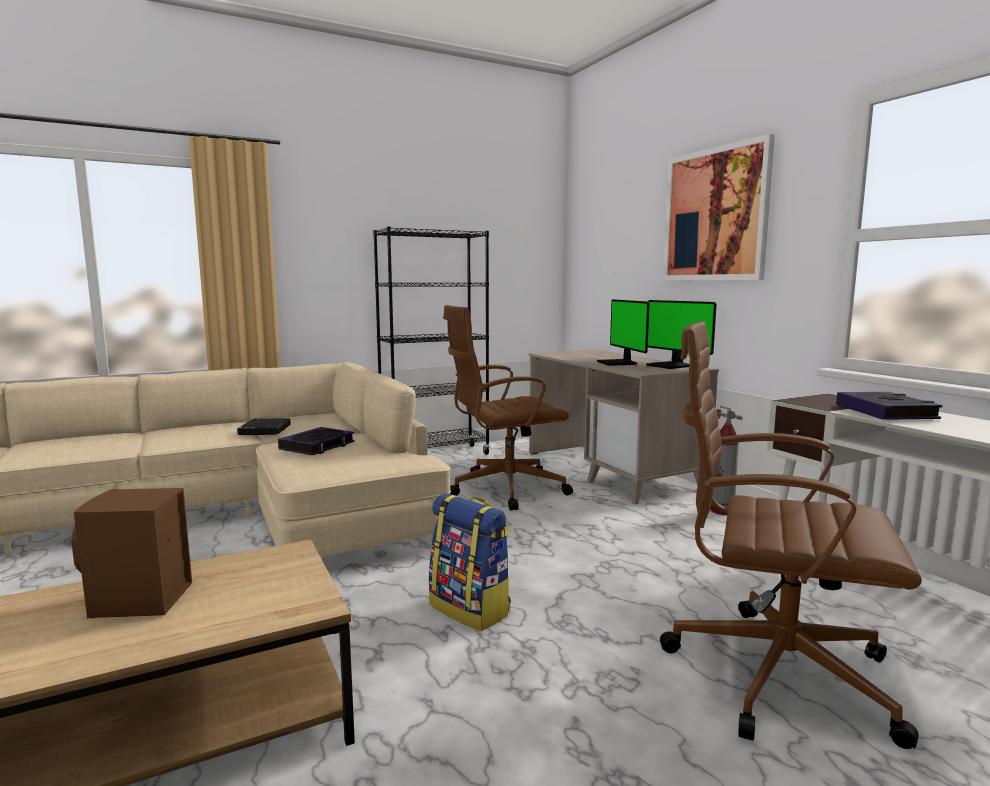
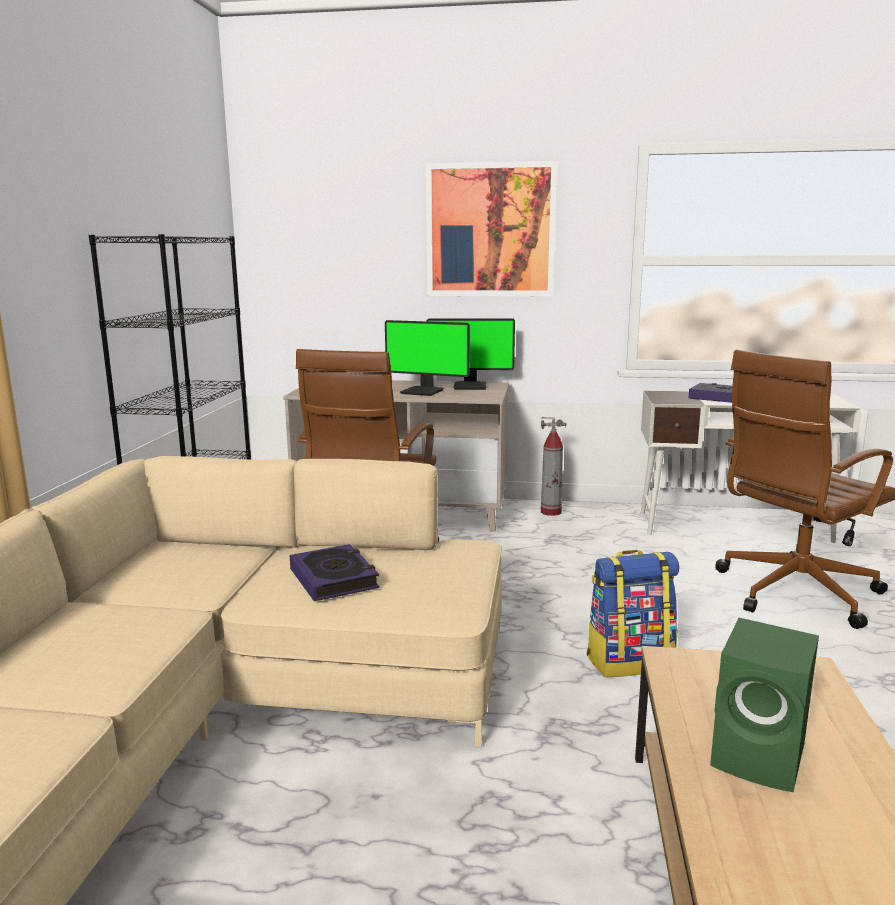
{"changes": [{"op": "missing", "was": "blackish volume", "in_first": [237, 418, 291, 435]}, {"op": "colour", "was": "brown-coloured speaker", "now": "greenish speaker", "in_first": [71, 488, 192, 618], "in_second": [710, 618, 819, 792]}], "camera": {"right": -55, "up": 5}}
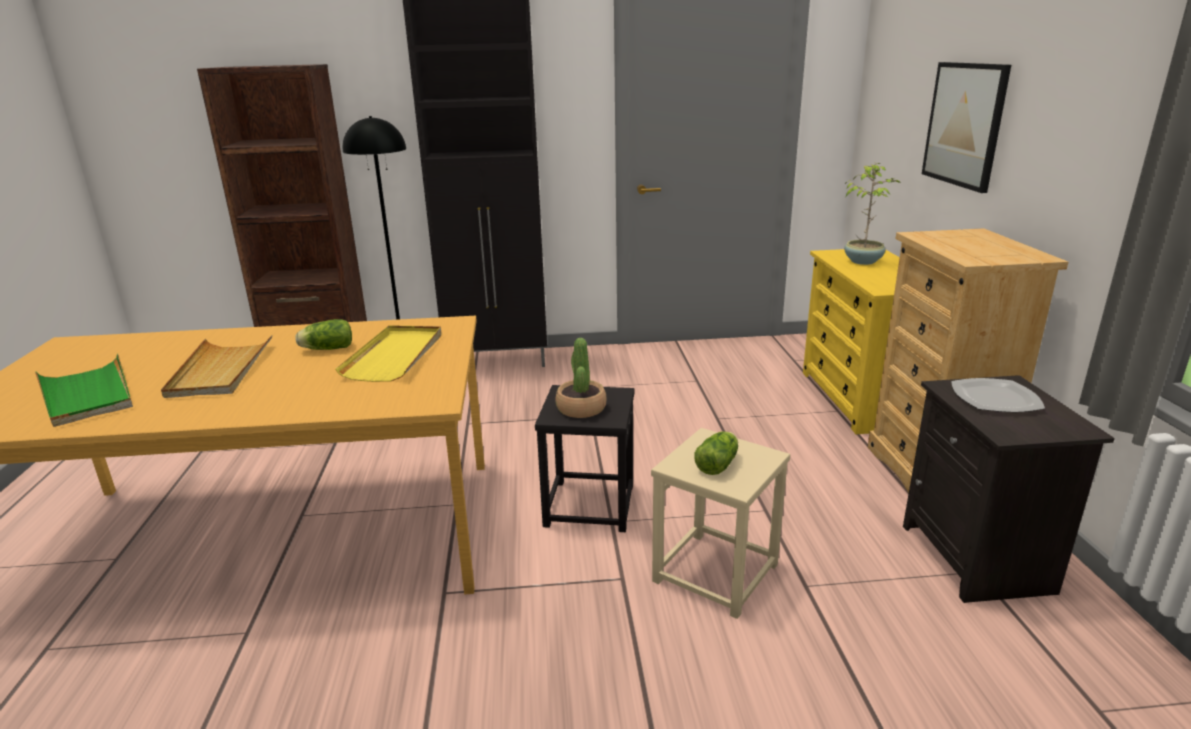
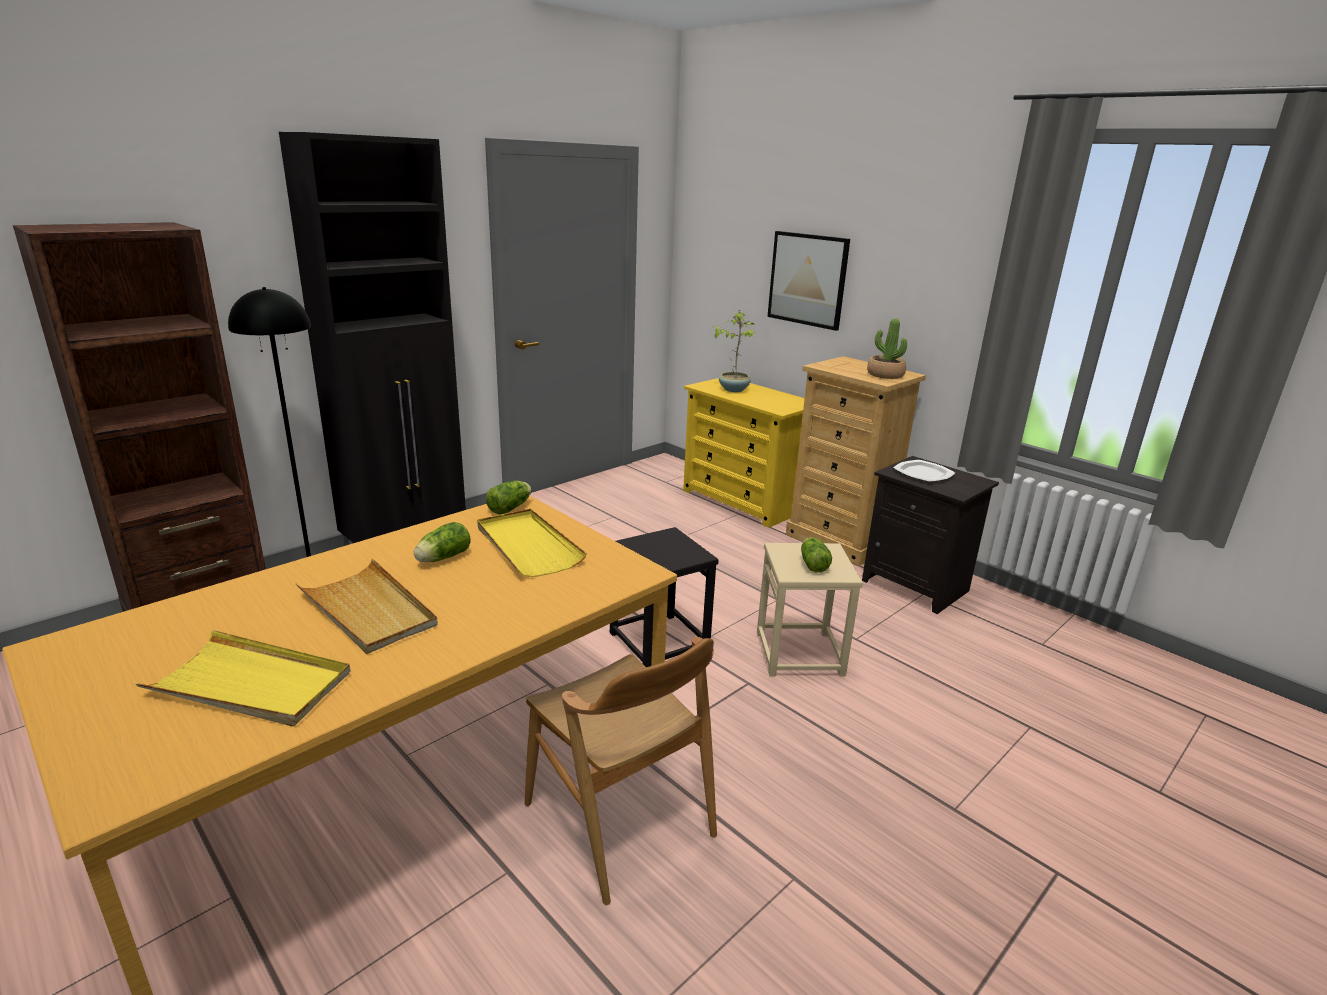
{"changes": [{"op": "appeared", "now": "lettuce", "in_second": [485, 481, 532, 514]}, {"op": "appeared", "now": "brown-coloured chair", "in_second": [525, 637, 717, 905]}, {"op": "relocated", "was": "potted plant", "in_first": [555, 338, 606, 418], "in_second": [867, 318, 907, 379]}, {"op": "colour", "was": "greenish tray", "now": "yellowish tray", "in_first": [35, 354, 133, 427], "in_second": [135, 630, 350, 726]}], "camera": {"right": -40, "up": 0}}
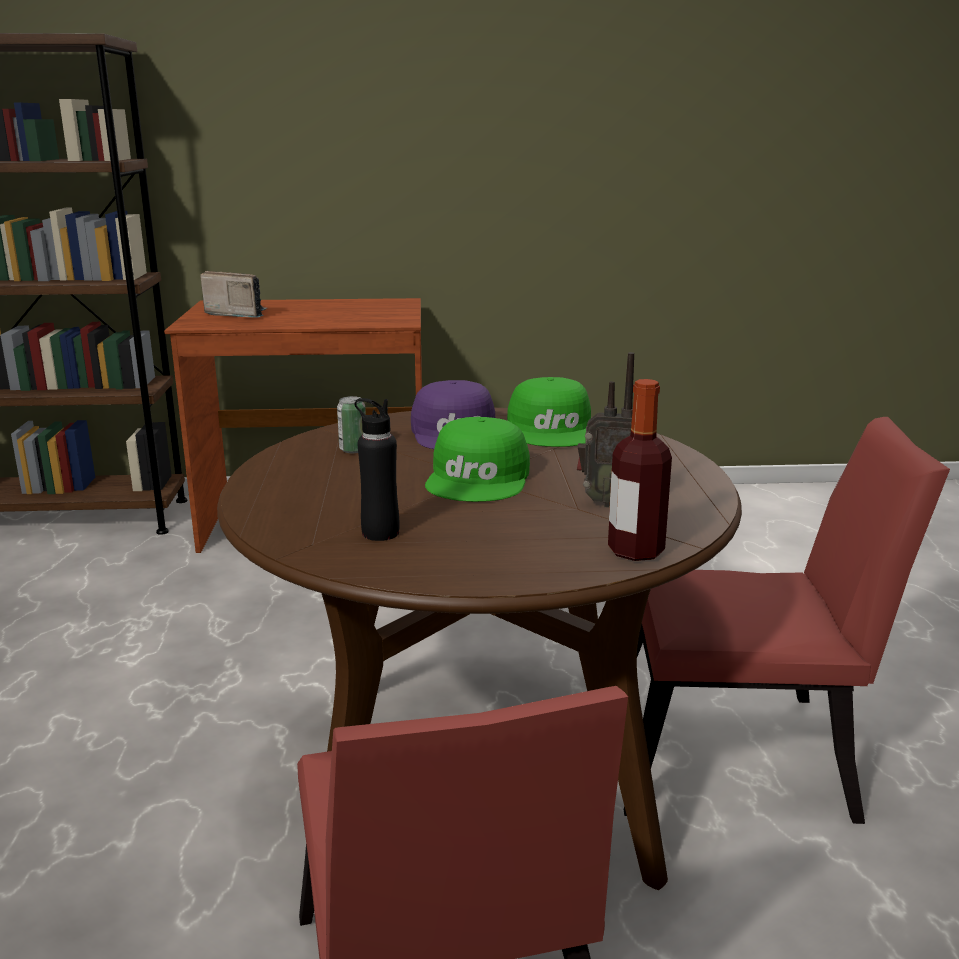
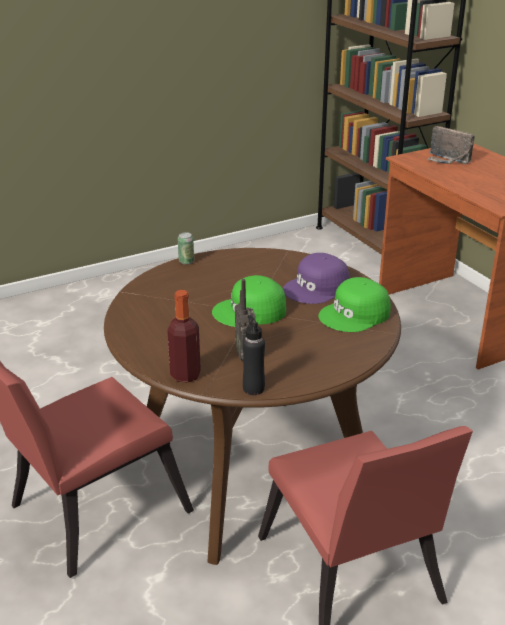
{"changes": [{"op": "relocated", "was": "sealed can", "in_first": [337, 396, 366, 453], "in_second": [178, 232, 194, 265]}, {"op": "relocated", "was": "blackish drink bottle", "in_first": [354, 398, 399, 541], "in_second": [243, 315, 265, 395]}, {"op": "spun", "was": "radio", "in_first": [200, 271, 267, 318], "in_second": [428, 126, 475, 164], "clockwise": 135}], "camera": {"right": 65, "up": 10}}
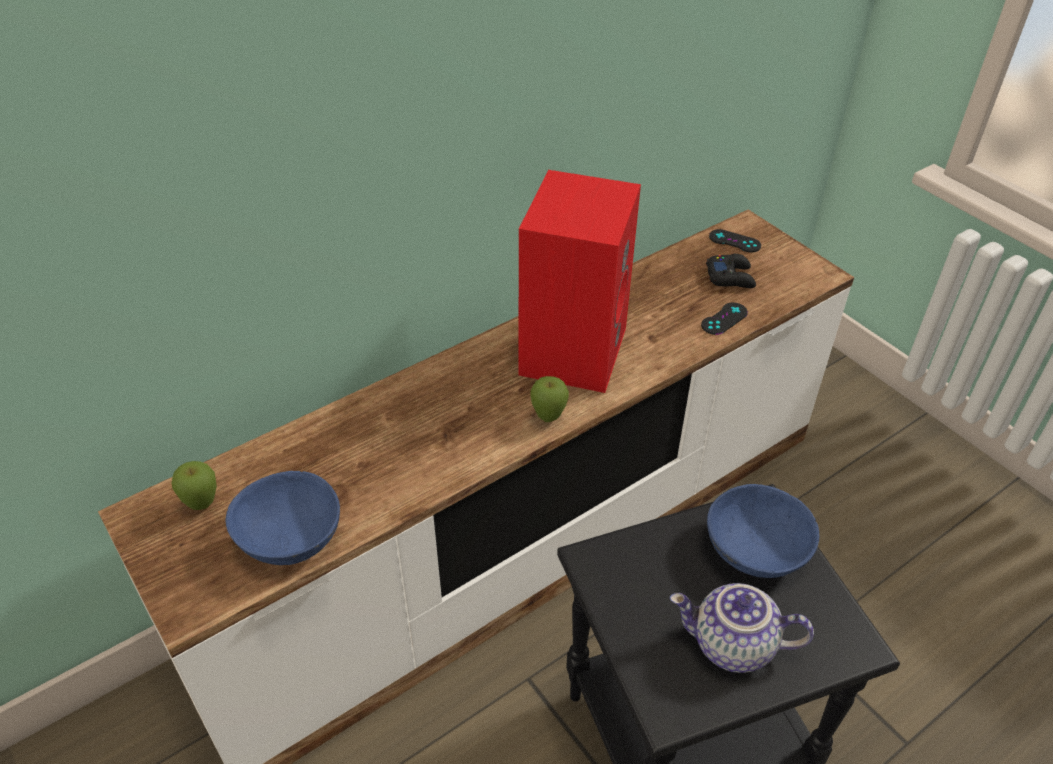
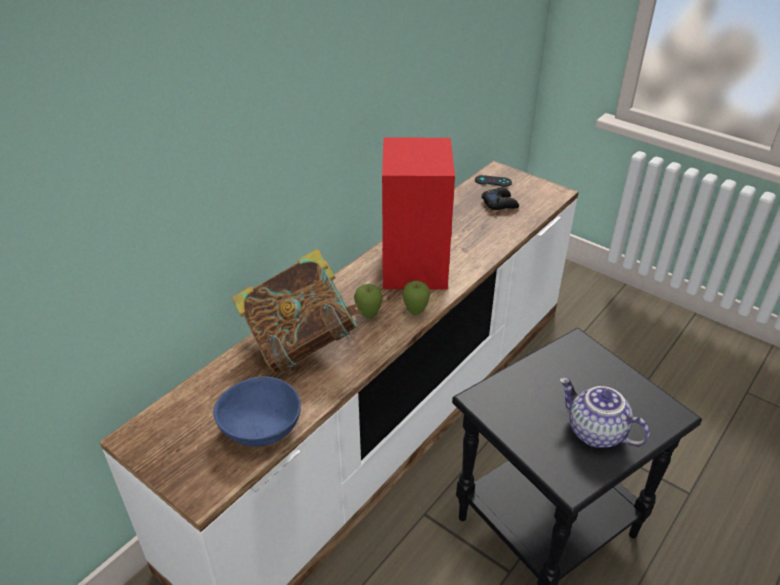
{"changes": [{"op": "missing", "was": "blackish joypad", "in_first": [701, 302, 748, 335]}, {"op": "missing", "was": "bluish deep dish", "in_first": [707, 484, 819, 578]}, {"op": "appeared", "now": "volume", "in_second": [232, 249, 362, 373]}, {"op": "relocated", "was": "apple fruit", "in_first": [172, 461, 217, 510], "in_second": [354, 284, 383, 318]}, {"op": "spun", "was": "pot for tea", "in_first": [670, 583, 814, 673], "in_second": [560, 377, 650, 448], "clockwise": 45}], "camera": {"right": -15, "up": -5}}
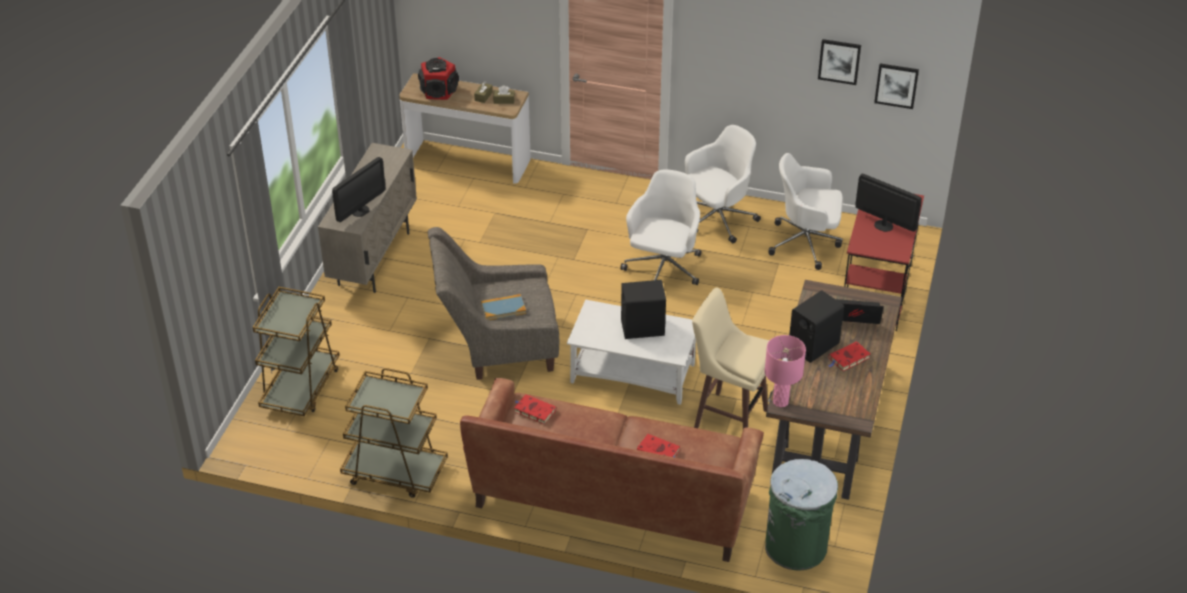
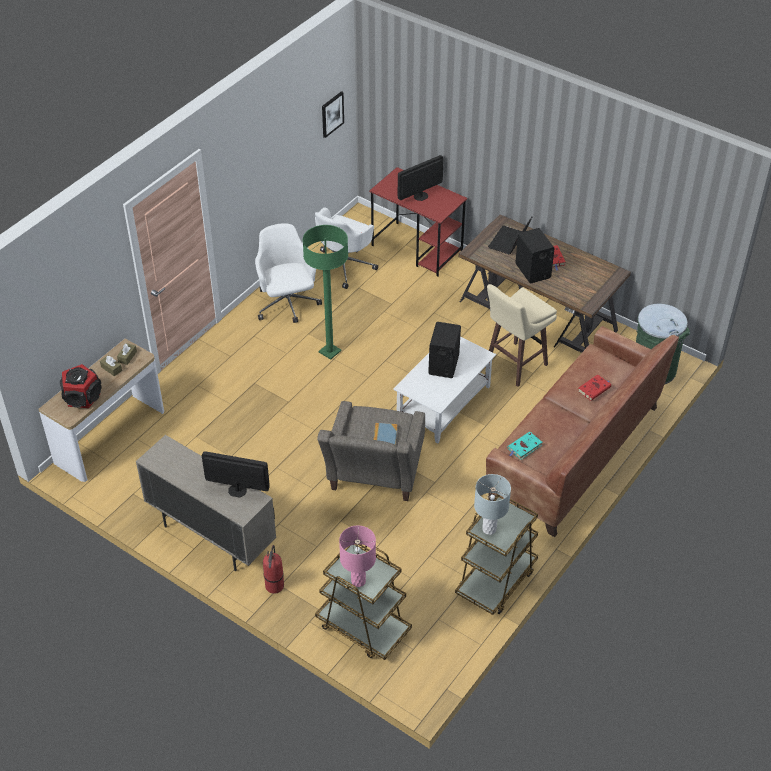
{"changes": [{"op": "missing", "was": "wall art", "in_first": [818, 39, 861, 85]}, {"op": "appeared", "now": "fire extinguisher", "in_second": [263, 545, 284, 594]}, {"op": "appeared", "now": "greyish tabletop lamp", "in_second": [474, 474, 511, 535]}, {"op": "relocated", "was": "pink-coloured tabletop lamp", "in_first": [765, 335, 806, 407], "in_second": [339, 526, 376, 587]}, {"op": "exchanged", "was": "white-coloured desk chair", "now": "greenish standing lamp", "in_first": [620, 169, 702, 285], "in_second": [303, 225, 348, 360]}, {"op": "colour", "was": "red-coloured volume", "now": "turquoise-coloured volume", "in_first": [514, 394, 557, 425], "in_second": [507, 431, 542, 460]}, {"op": "spun", "was": "computer display", "in_first": [332, 157, 385, 222], "in_second": [202, 451, 270, 498], "clockwise": -45}], "camera": {"right": -70, "up": 5}}
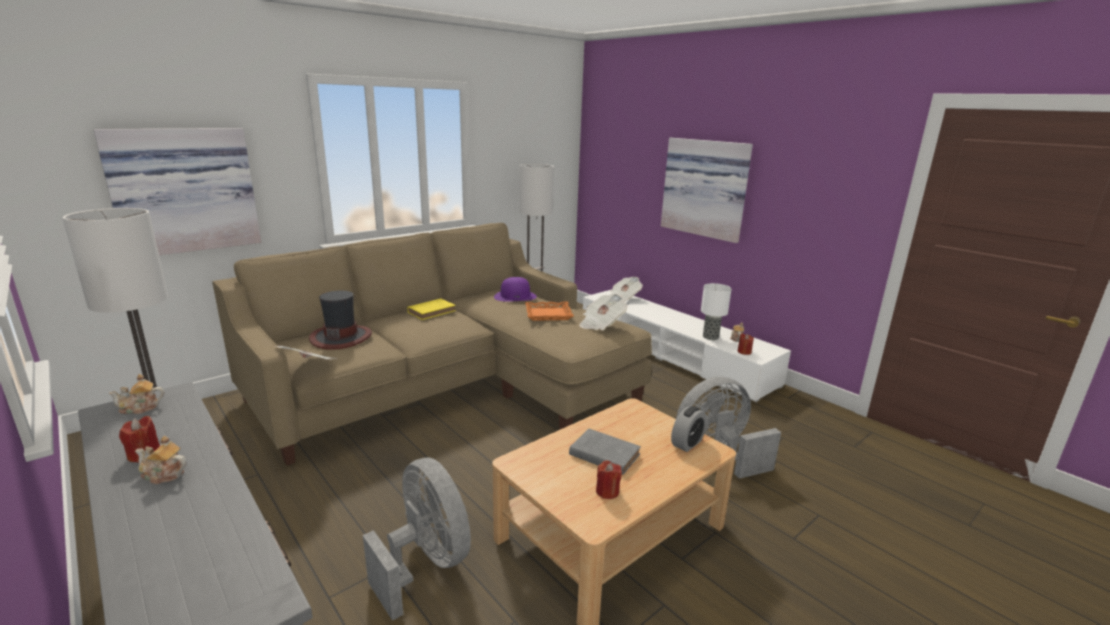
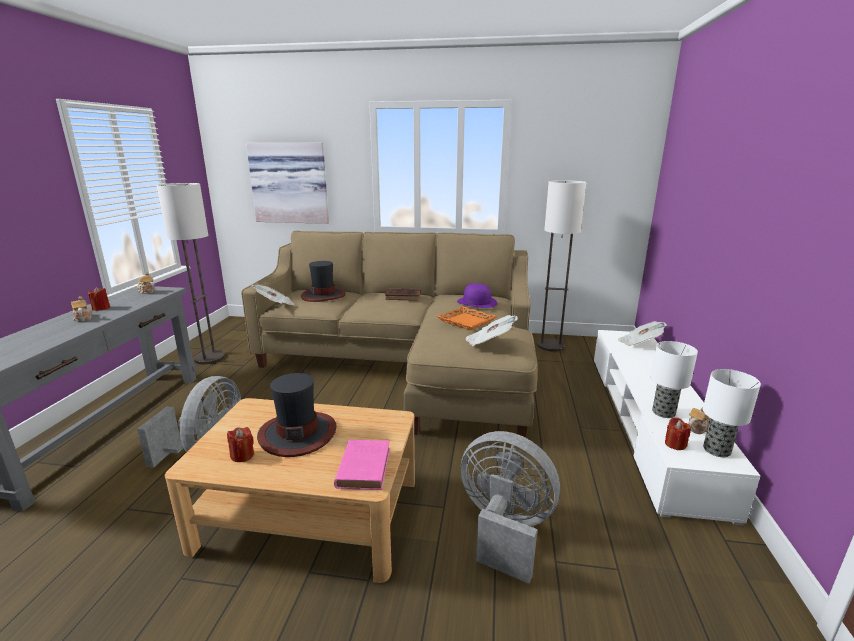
{"changes": [{"op": "missing", "was": "wall art", "in_first": [661, 138, 753, 243]}, {"op": "appeared", "now": "tabletop lamp", "in_second": [703, 369, 761, 457]}, {"op": "exchanged", "was": "greyish volume", "now": "hat", "in_first": [569, 429, 641, 475], "in_second": [257, 373, 337, 457]}, {"op": "exchanged", "was": "alarm clock", "now": "pink-coloured volume", "in_first": [671, 406, 707, 452], "in_second": [334, 439, 390, 490]}, {"op": "colour", "was": "yellowish volume", "now": "brown-coloured volume", "in_first": [407, 299, 456, 320], "in_second": [385, 288, 421, 301]}], "camera": {"right": 50, "up": 0}}
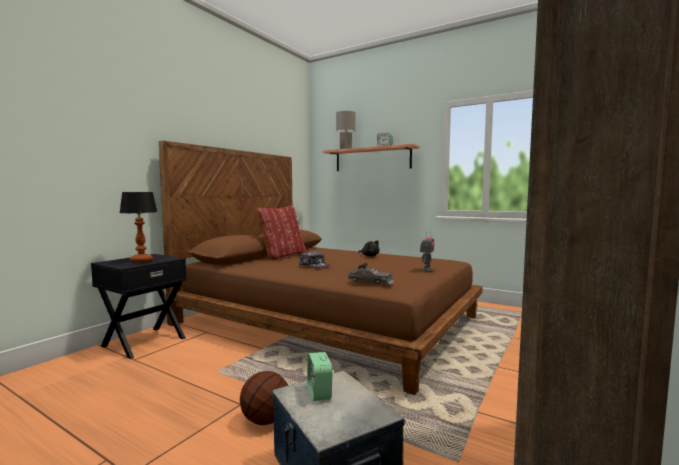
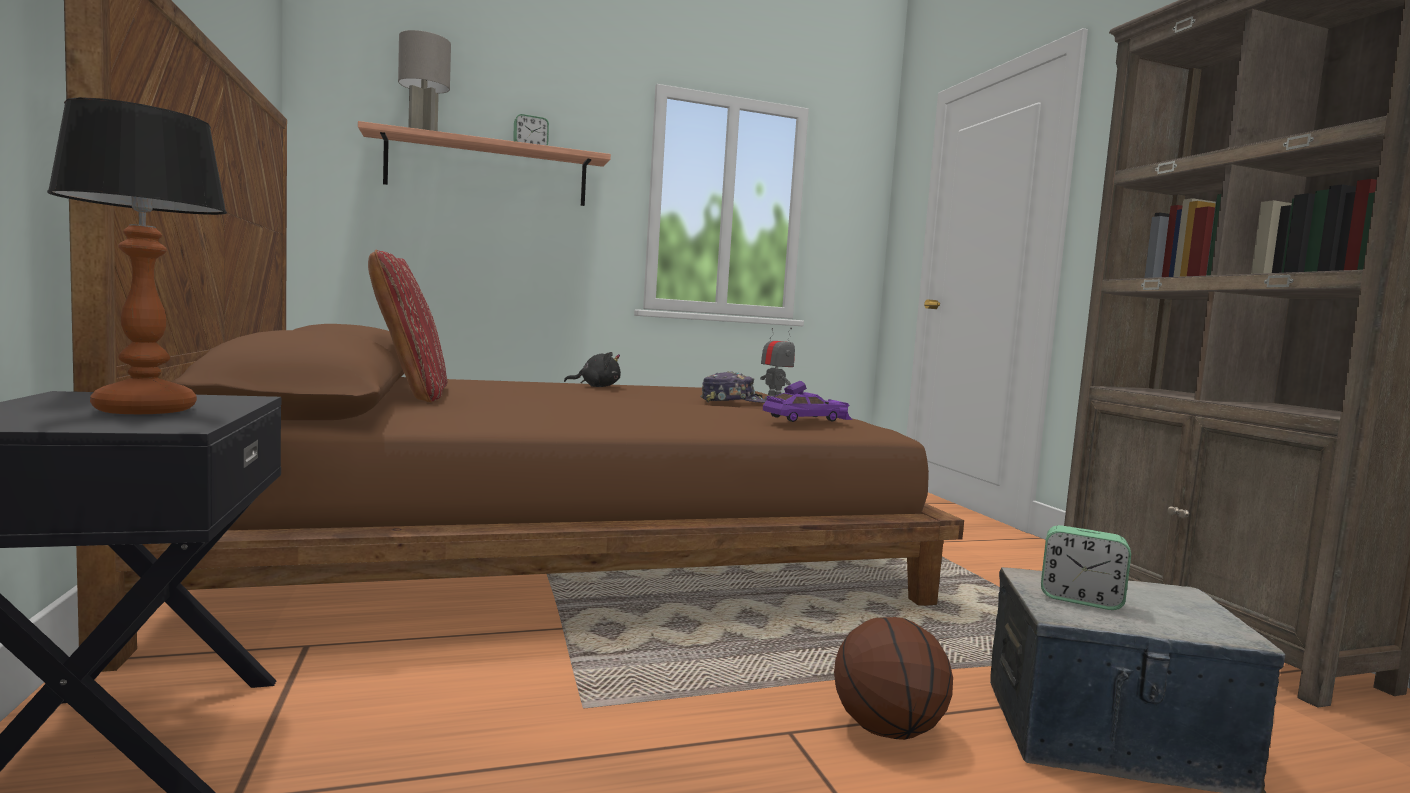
{"changes": [{"op": "relocated", "was": "baseball cap", "in_first": [299, 251, 329, 268], "in_second": [700, 371, 766, 403]}, {"op": "colour", "was": "greyish miniature car", "now": "purple miniature car", "in_first": [348, 263, 394, 285], "in_second": [763, 381, 853, 422]}], "camera": {"right": -50, "up": 0}}
